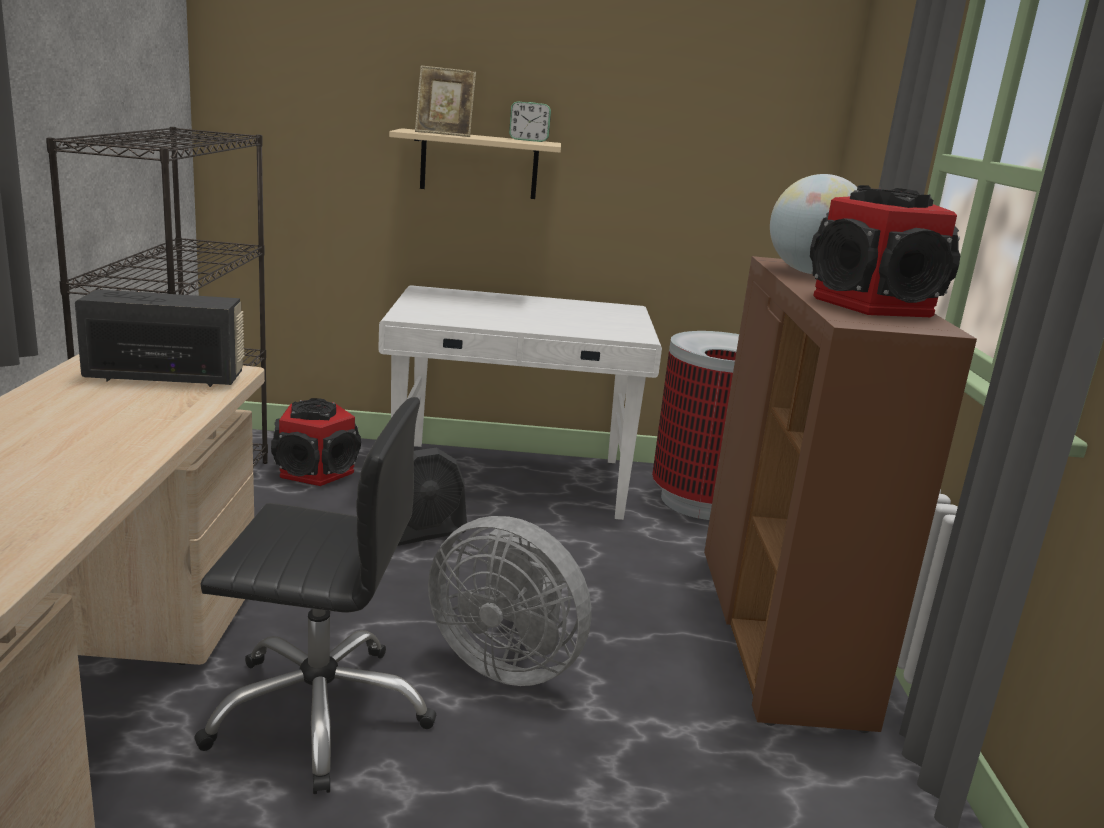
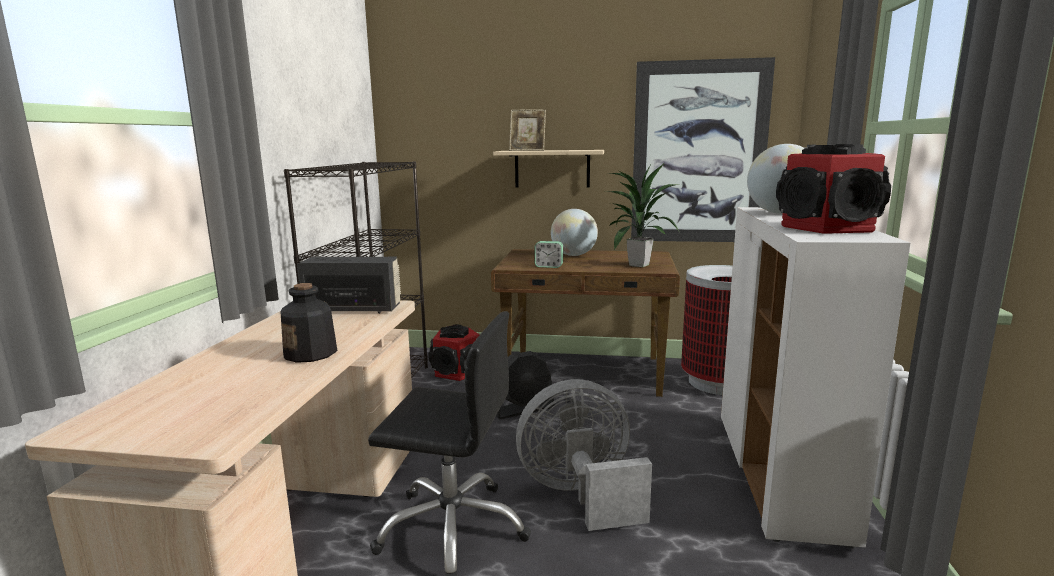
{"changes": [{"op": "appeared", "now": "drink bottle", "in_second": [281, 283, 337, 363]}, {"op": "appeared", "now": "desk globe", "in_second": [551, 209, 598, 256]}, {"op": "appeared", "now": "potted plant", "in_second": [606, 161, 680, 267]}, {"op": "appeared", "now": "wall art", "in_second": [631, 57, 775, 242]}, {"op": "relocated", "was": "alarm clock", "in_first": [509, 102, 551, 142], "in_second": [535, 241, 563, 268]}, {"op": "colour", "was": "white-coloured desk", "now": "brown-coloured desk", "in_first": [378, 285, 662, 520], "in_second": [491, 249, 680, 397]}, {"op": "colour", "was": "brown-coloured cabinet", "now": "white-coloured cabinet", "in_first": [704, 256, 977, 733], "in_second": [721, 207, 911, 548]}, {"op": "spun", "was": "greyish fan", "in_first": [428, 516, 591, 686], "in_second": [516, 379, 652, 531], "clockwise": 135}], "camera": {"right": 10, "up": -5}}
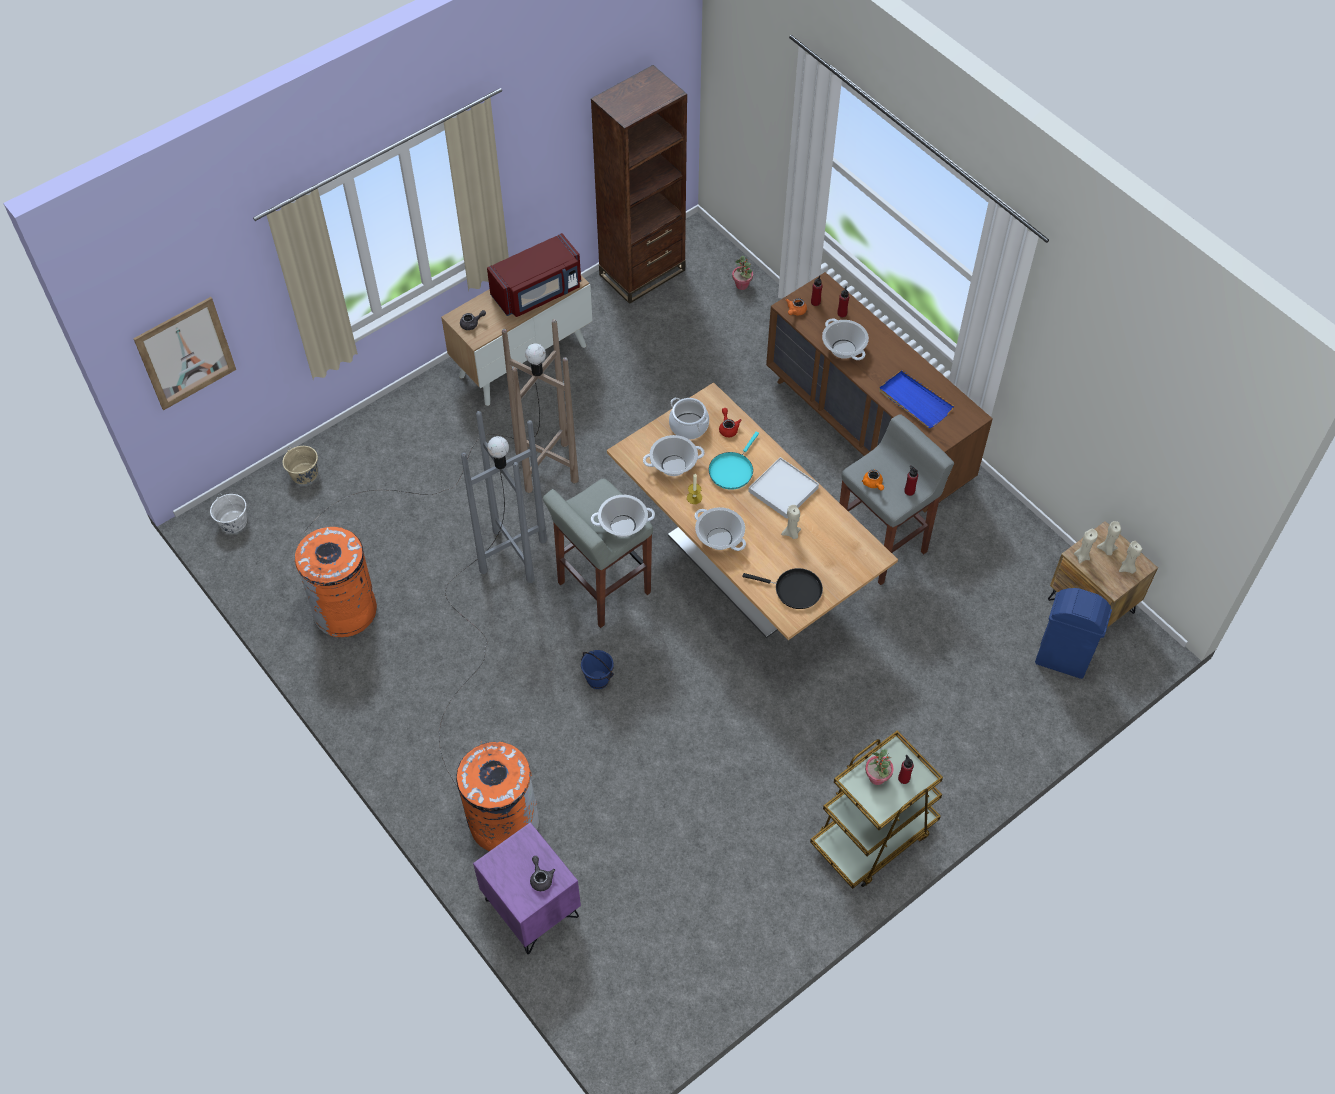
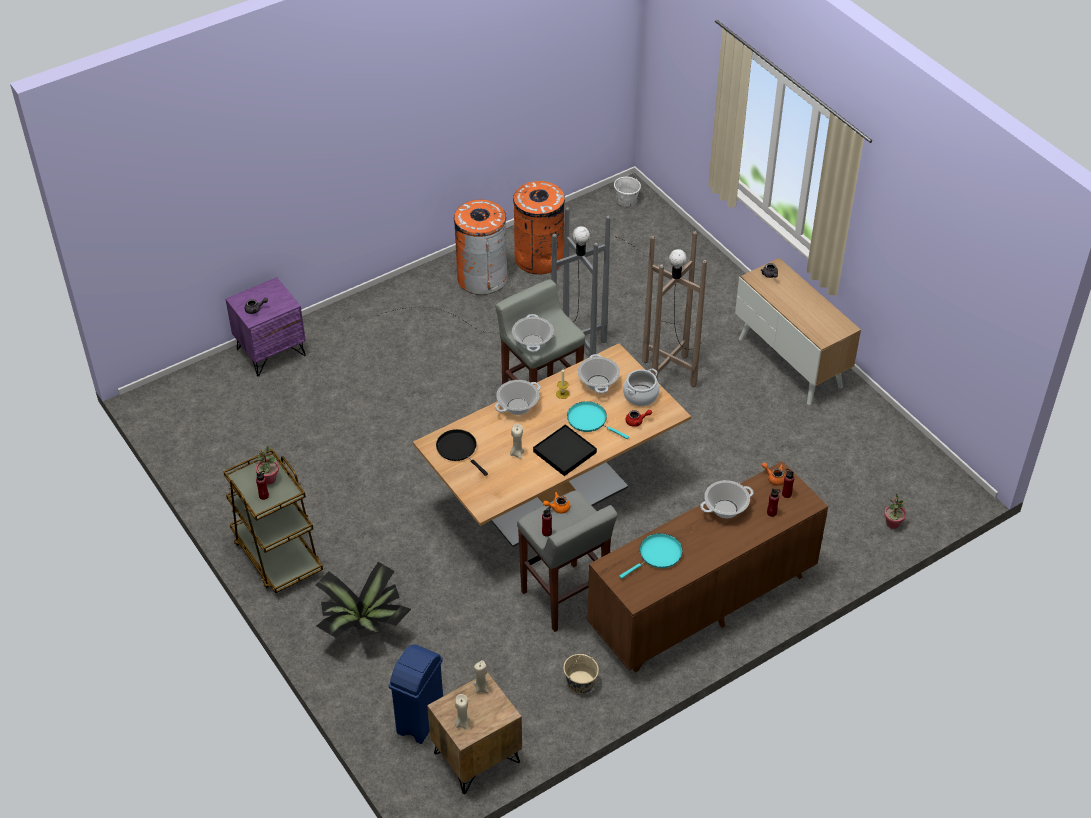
{"changes": [{"op": "missing", "was": "wall art", "in_first": [133, 297, 236, 410]}, {"op": "missing", "was": "red-coloured microwave", "in_first": [487, 233, 581, 317]}, {"op": "missing", "was": "bluish bucket", "in_first": [581, 650, 614, 689]}, {"op": "missing", "was": "brown-coloured bookshelf", "in_first": [591, 65, 687, 304]}, {"op": "missing", "was": "sand-coloured candle", "in_first": [1097, 521, 1121, 555]}, {"op": "appeared", "now": "potted plant", "in_second": [316, 562, 411, 638]}, {"op": "relocated", "was": "sand-coloured bucket", "in_first": [282, 446, 318, 484], "in_second": [563, 653, 599, 694]}, {"op": "relocated", "was": "orange-coloured trash can", "in_first": [456, 741, 539, 851], "in_second": [454, 200, 508, 295]}, {"op": "exchanged", "was": "bluish tray", "now": "turquoise-coloured skillet", "in_first": [879, 370, 954, 428], "in_second": [619, 533, 683, 579]}, {"op": "colour", "was": "white-coloured tray", "now": "blackish tray", "in_first": [748, 457, 819, 519], "in_second": [533, 424, 597, 476]}, {"op": "spun", "was": "blackish skillet", "in_first": [742, 568, 823, 609], "in_second": [436, 429, 488, 476], "clockwise": 120}], "camera": {"right": 95, "up": -10}}
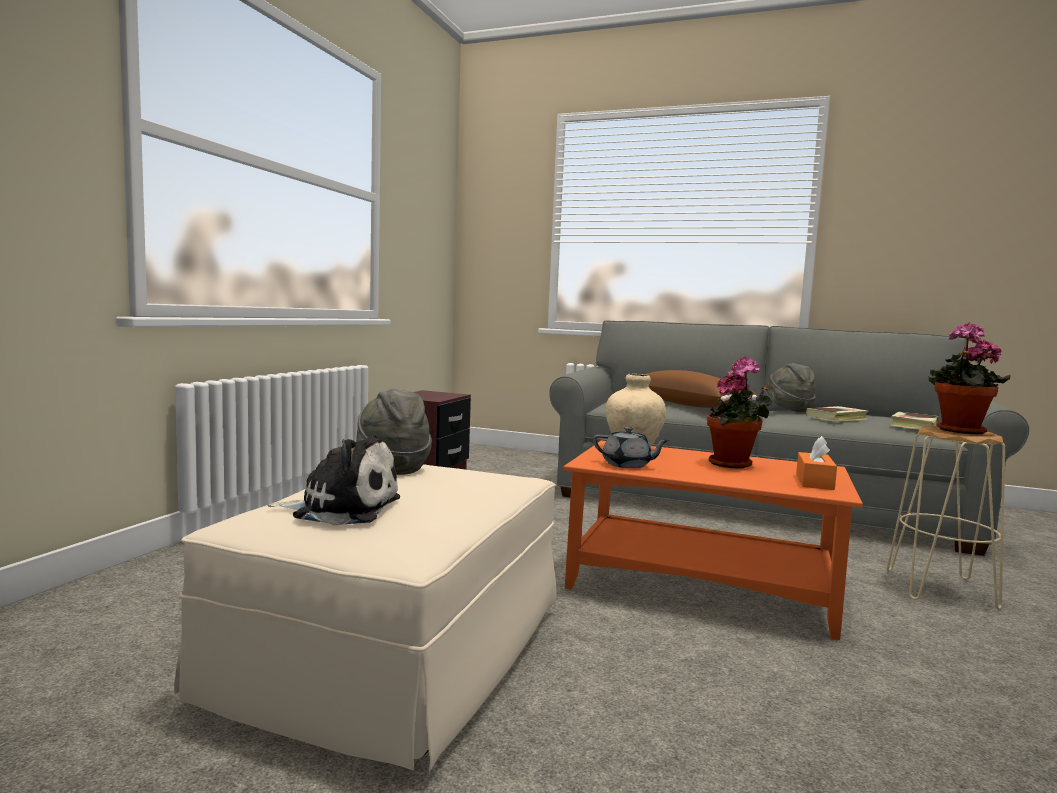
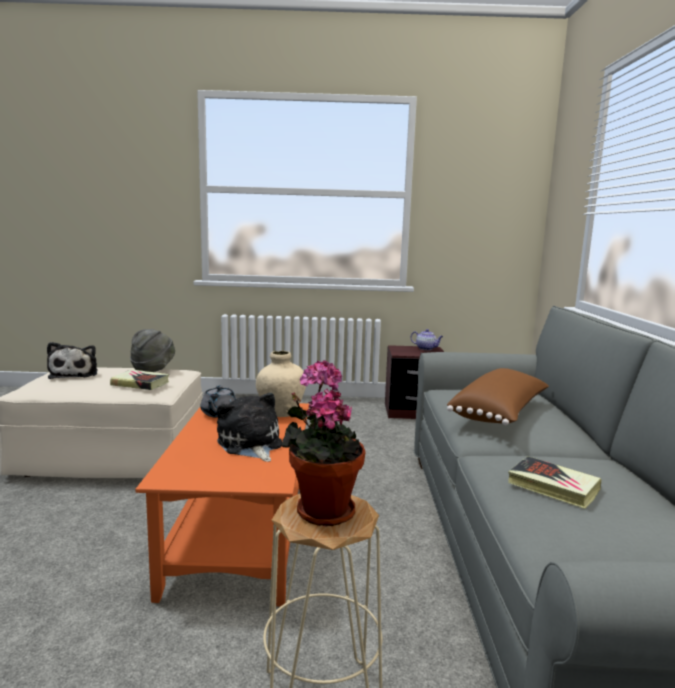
{"changes": [{"op": "missing", "was": "greyish hat", "in_first": [767, 363, 816, 412]}, {"op": "missing", "was": "orange-coloured tissue holder", "in_first": [796, 436, 837, 490]}, {"op": "appeared", "now": "pot for tea", "in_second": [411, 329, 443, 350]}, {"op": "relocated", "was": "volume", "in_first": [891, 412, 938, 429], "in_second": [110, 369, 169, 390]}, {"op": "exchanged", "was": "potted plant", "now": "cuddly toy", "in_first": [707, 356, 773, 469], "in_second": [217, 393, 282, 462]}], "camera": {"right": 70, "up": 5}}
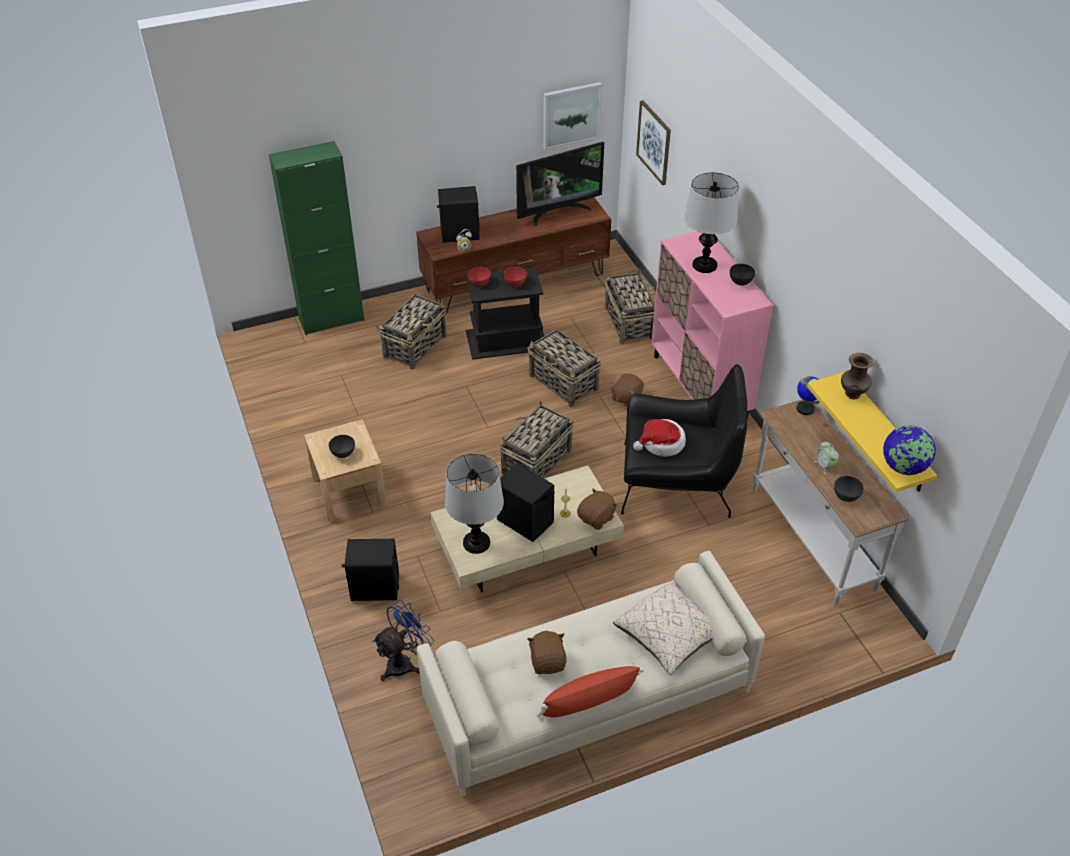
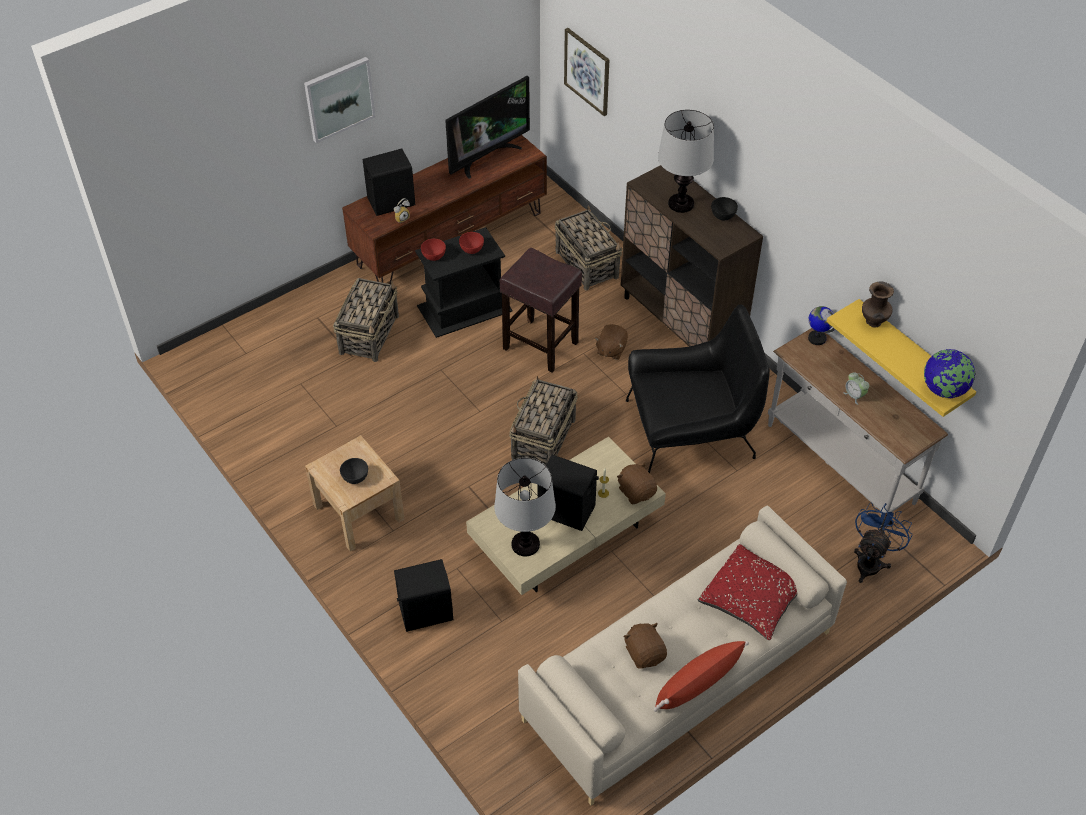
{"changes": [{"op": "missing", "was": "greenish cabinet", "in_first": [269, 141, 364, 335]}, {"op": "missing", "was": "hat", "in_first": [633, 419, 686, 457]}, {"op": "missing", "was": "greyish deep dish", "in_first": [834, 476, 864, 502]}, {"op": "relocated", "was": "bluish fan", "in_first": [373, 600, 434, 681], "in_second": [854, 503, 912, 583]}, {"op": "relocated", "was": "wall art", "in_first": [543, 82, 602, 150], "in_second": [304, 57, 376, 143]}, {"op": "exchanged", "was": "storage basket", "now": "brown-coloured sitting stool", "in_first": [527, 329, 601, 407], "in_second": [500, 248, 582, 373]}, {"op": "colour", "was": "sand-coloured pillow", "now": "red-coloured pillow", "in_first": [613, 581, 713, 675], "in_second": [698, 544, 797, 640]}, {"op": "colour", "was": "pink-coloured cabinet", "now": "brown-coloured cabinet", "in_first": [651, 231, 773, 420], "in_second": [621, 165, 763, 346]}, {"op": "spun", "was": "brown-coloured cuddly toy", "in_first": [577, 488, 617, 530], "in_second": [617, 462, 657, 504], "clockwise": -60}], "camera": {"right": -15, "up": 5}}
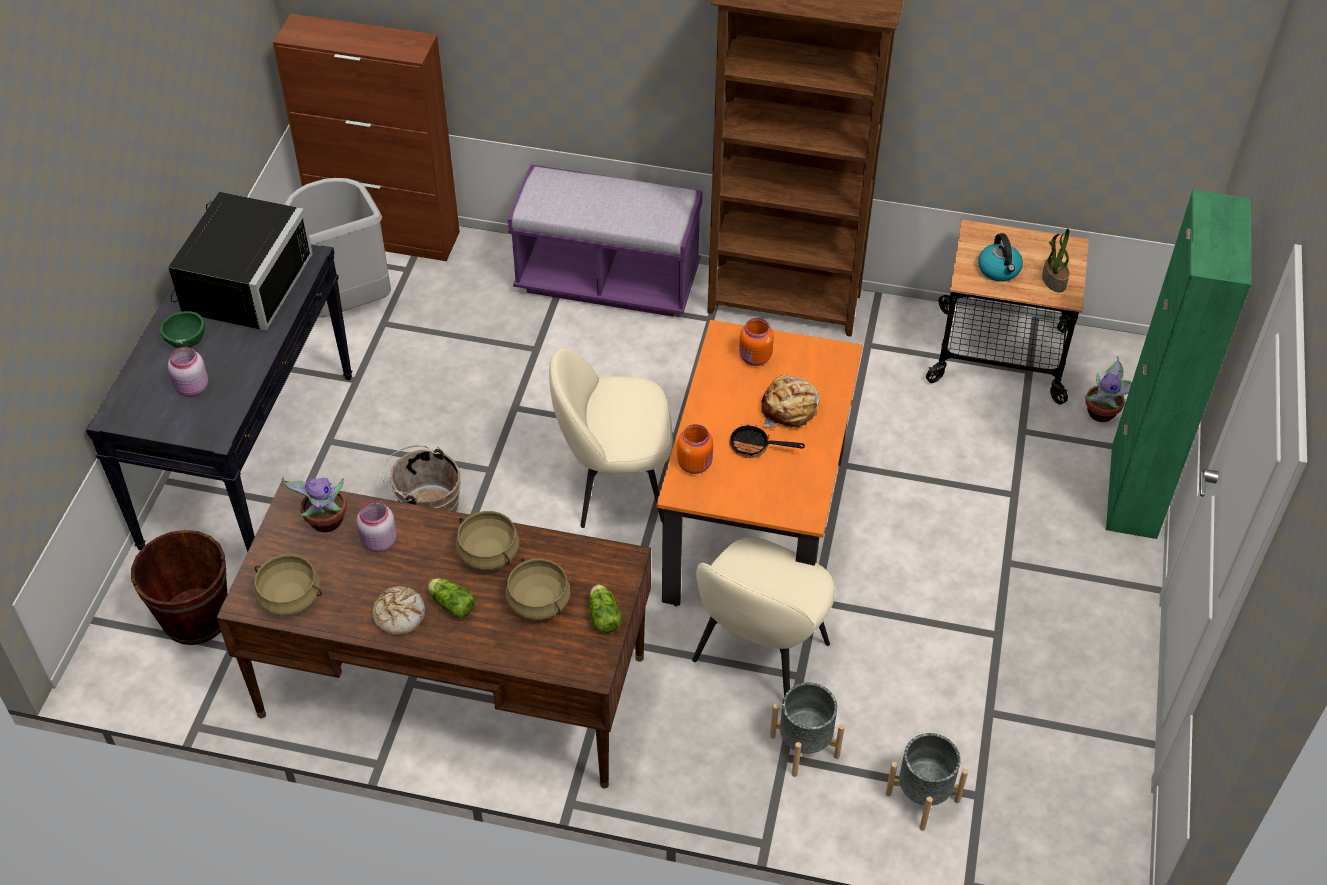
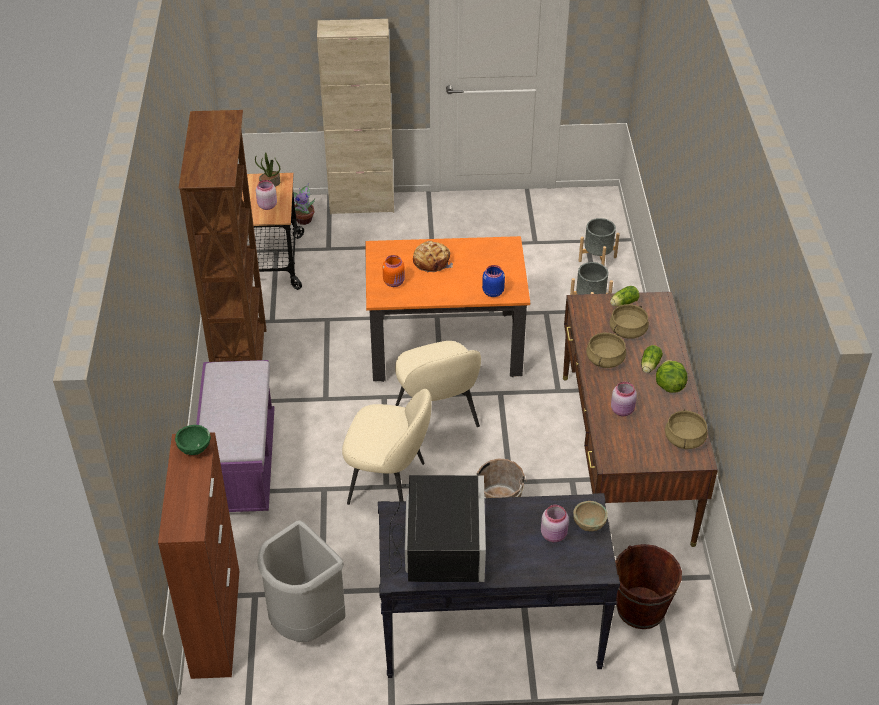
{"changes": [{"op": "missing", "was": "potted plant", "in_first": [282, 477, 347, 532]}, {"op": "missing", "was": "skillet", "in_first": [729, 424, 805, 458]}, {"op": "appeared", "now": "sand-coloured deep dish", "in_second": [573, 501, 608, 531]}, {"op": "relocated", "was": "greenish deep dish", "in_first": [160, 311, 205, 348], "in_second": [175, 425, 211, 455]}, {"op": "relocated", "was": "sand-coloured chair", "in_first": [692, 537, 835, 696], "in_second": [342, 389, 432, 505]}, {"op": "exchanged", "was": "baked bread", "now": "lettuce", "in_first": [372, 586, 425, 635], "in_second": [656, 360, 687, 393]}, {"op": "exchanged", "was": "kettle", "now": "pink-coloured preserve jar", "in_first": [978, 233, 1023, 282], "in_second": [256, 180, 277, 210]}, {"op": "colour", "was": "orange-coloured preserve jar", "now": "bluish preserve jar", "in_first": [677, 424, 713, 474], "in_second": [482, 265, 505, 297]}, {"op": "colour", "was": "greenish cabinet", "now": "sand-coloured cabinet", "in_first": [1106, 190, 1251, 539], "in_second": [317, 19, 394, 215]}, {"op": "spun", "was": "blackish microwave", "in_first": [168, 192, 313, 331], "in_second": [389, 475, 486, 582], "clockwise": 90}], "camera": {"right": -105, "up": -5}}
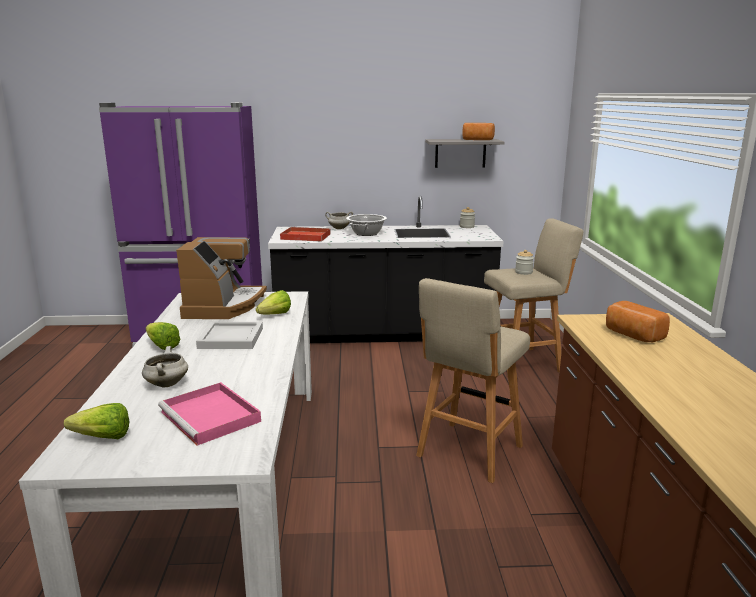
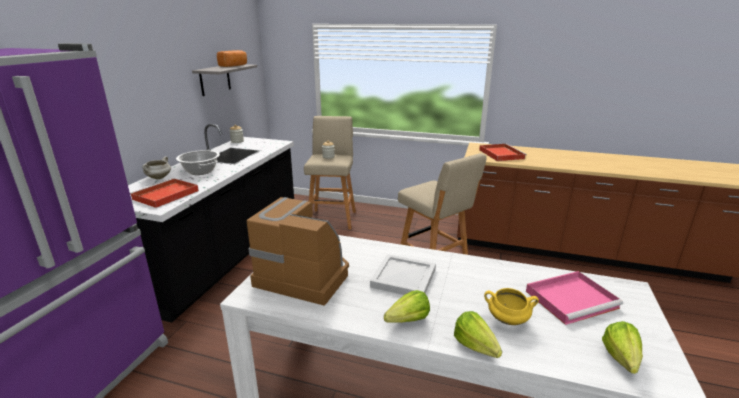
{"changes": [{"op": "relocated", "was": "lettuce", "in_first": [256, 290, 291, 315], "in_second": [454, 311, 502, 358]}, {"op": "exchanged", "was": "baked bread", "now": "red-coloured tray", "in_first": [606, 301, 670, 342], "in_second": [479, 144, 527, 161]}, {"op": "colour", "was": "white-coloured stockpot", "now": "yellowish stockpot", "in_first": [142, 346, 188, 387], "in_second": [484, 288, 539, 325]}], "camera": {"right": -70, "up": 5}}
